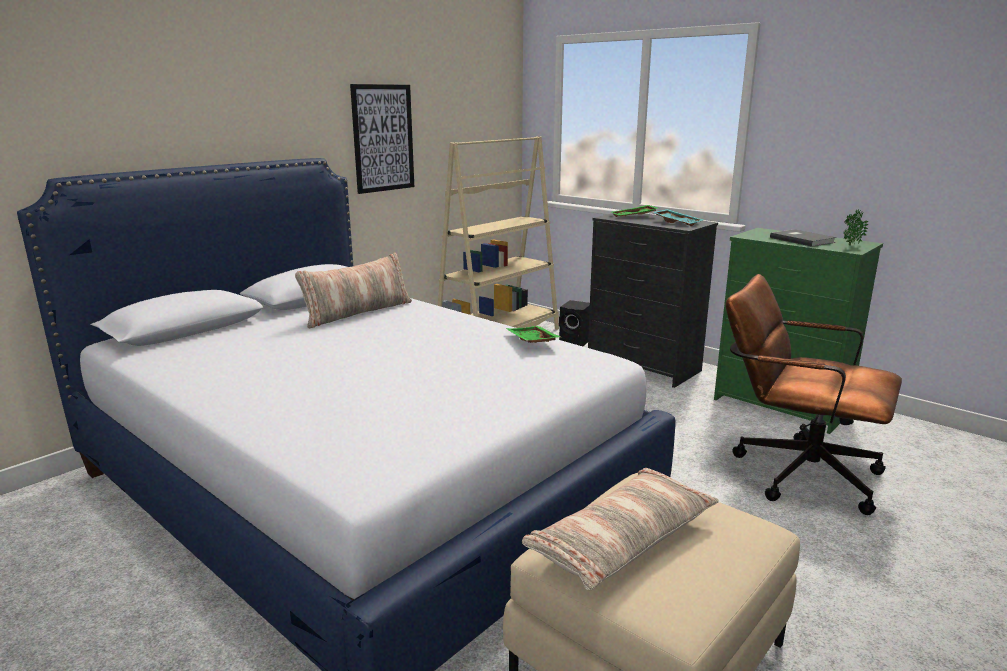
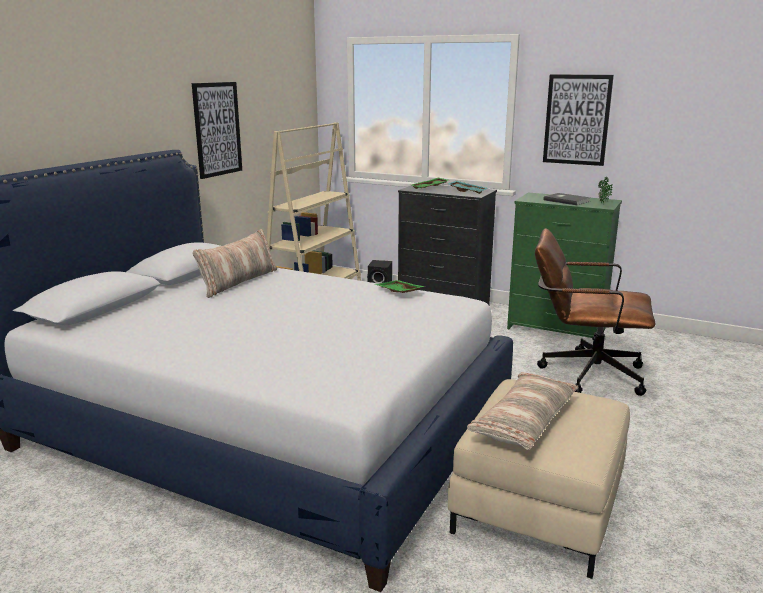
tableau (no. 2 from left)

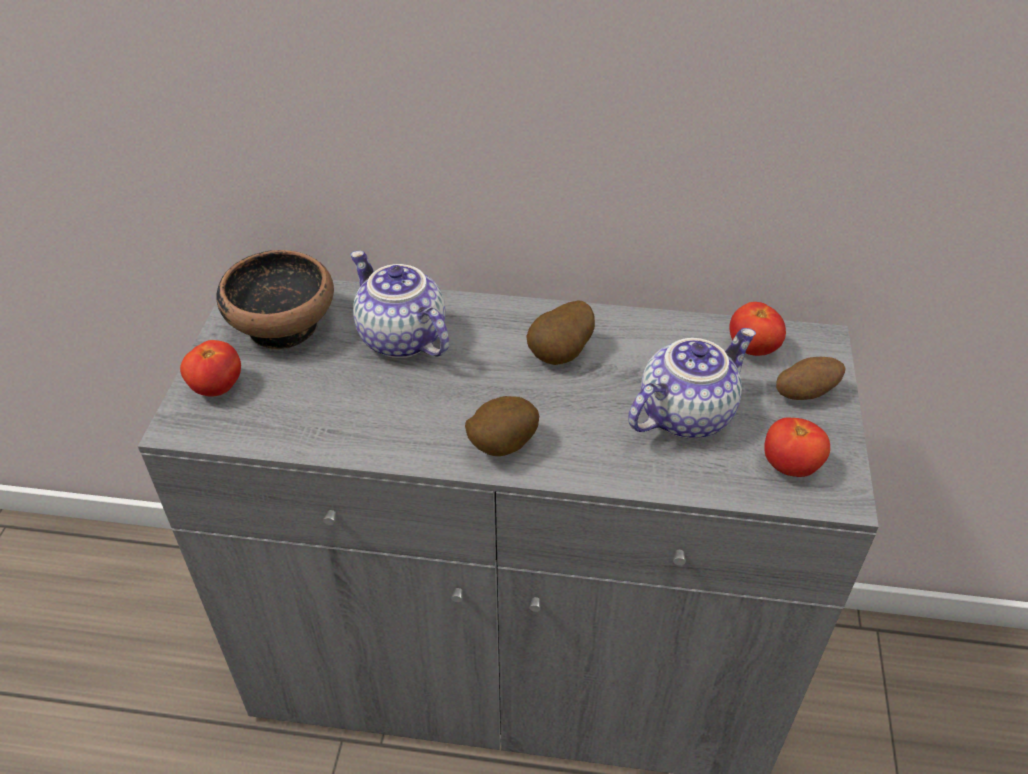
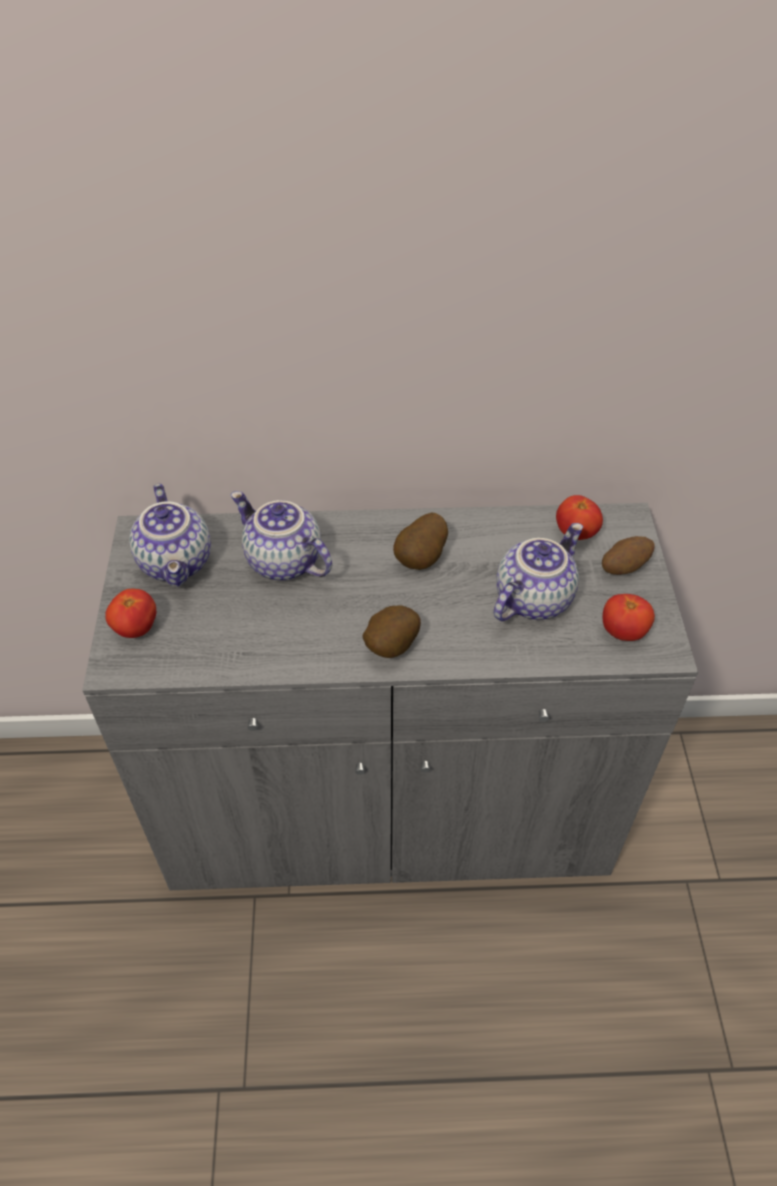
théière (no. 1 from left)

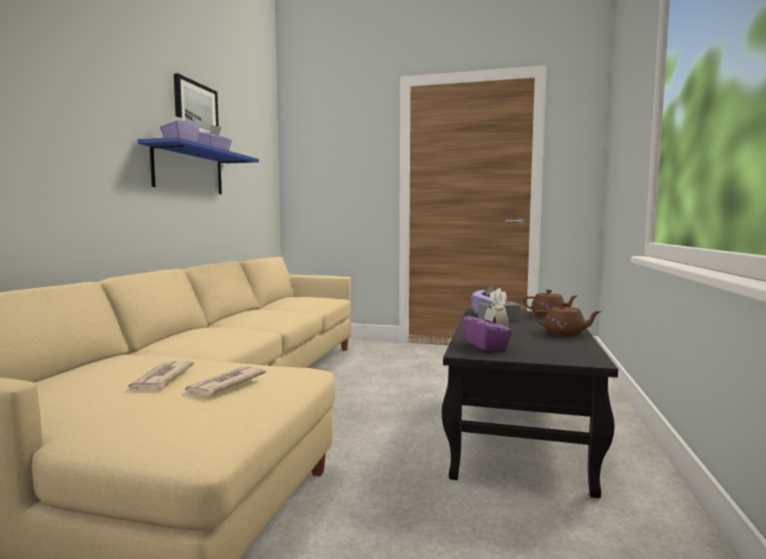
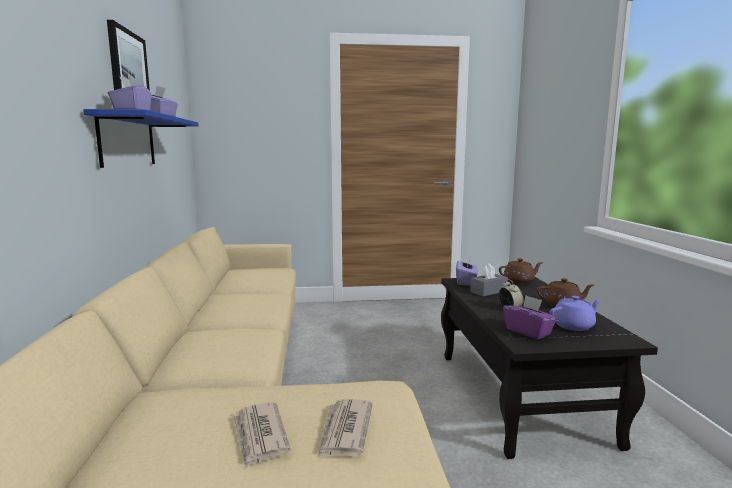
théière [violet]

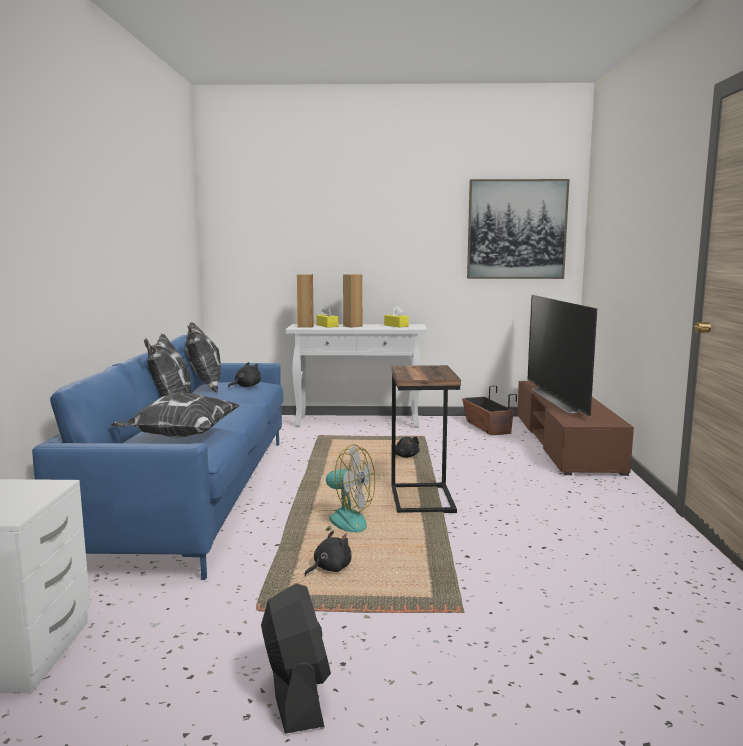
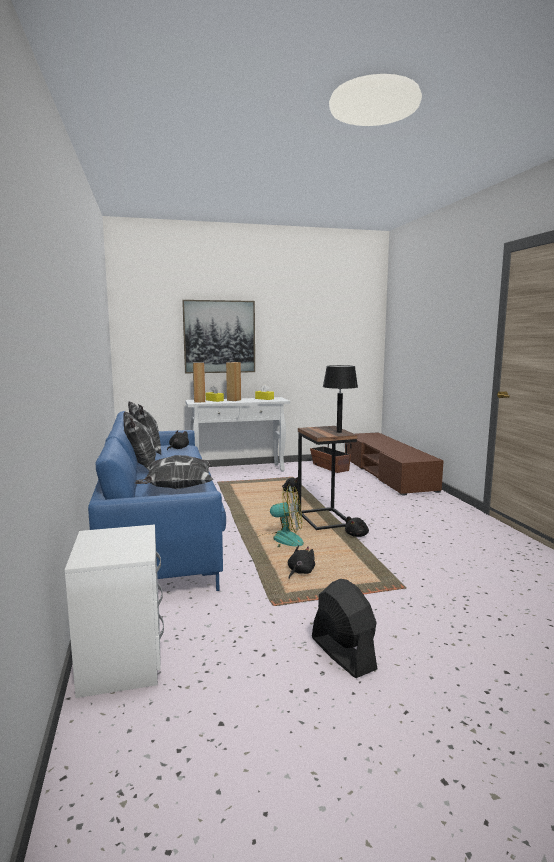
tableau; téléviseur; lampe de table [noir]; peluche [noir] (no. 4 from left)

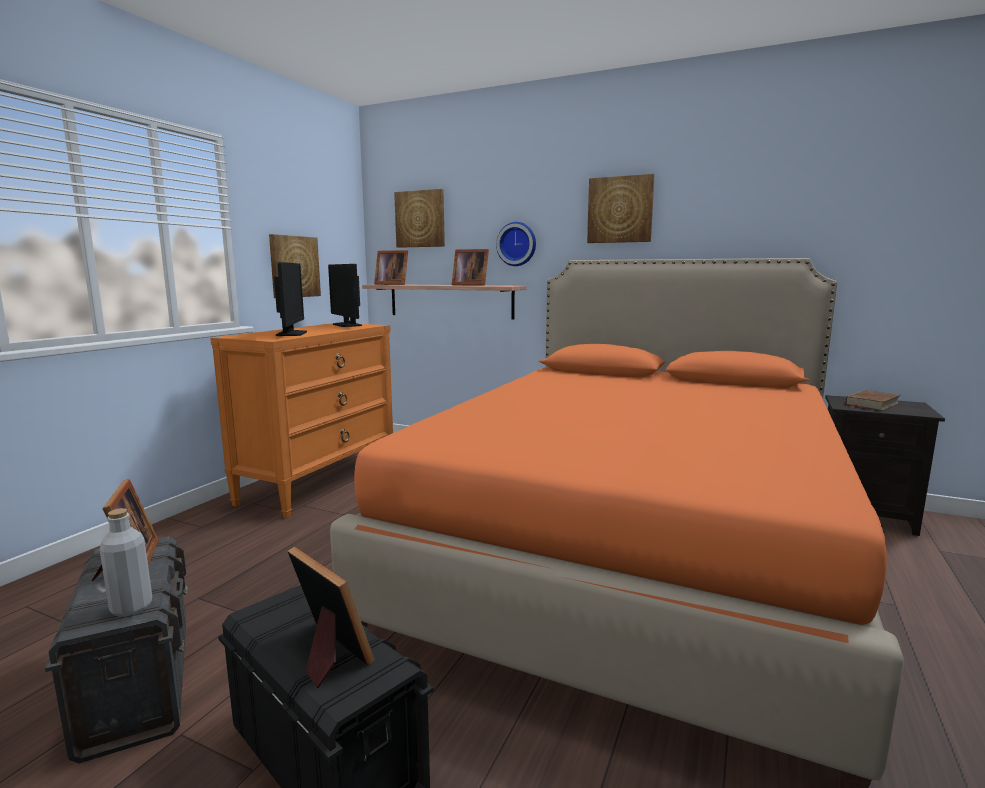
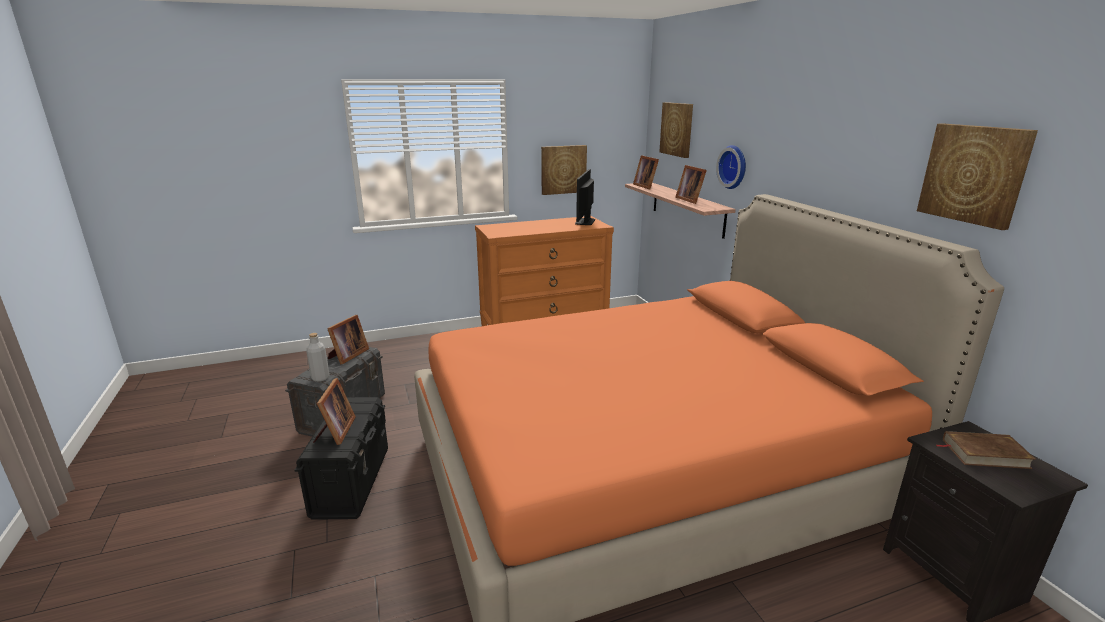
écran d'ordinateur (no. 1 from left in the first image); tableau (no. 3 from left)

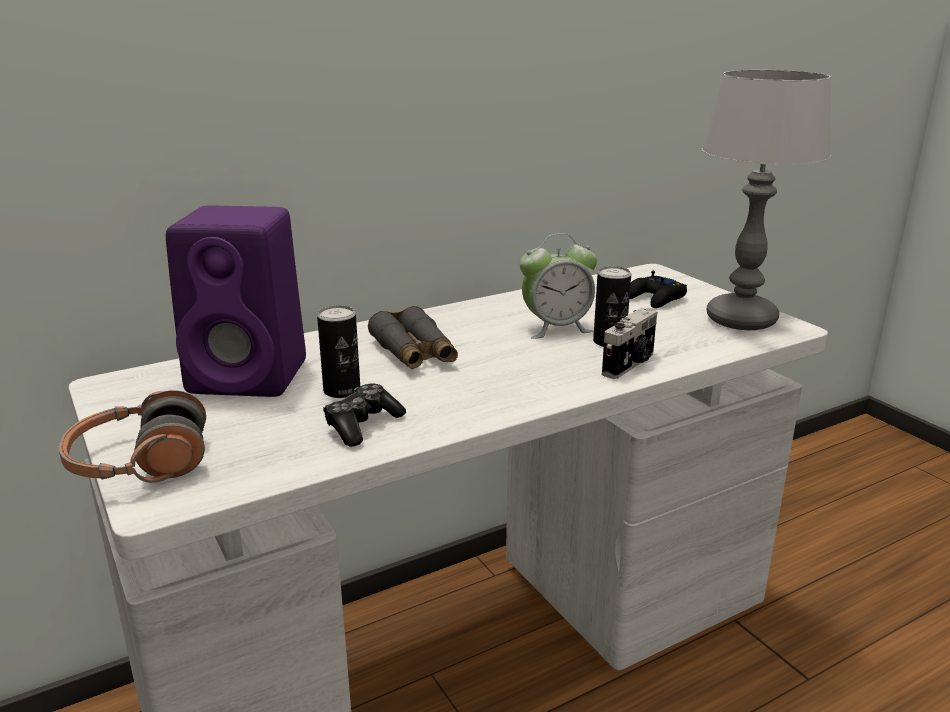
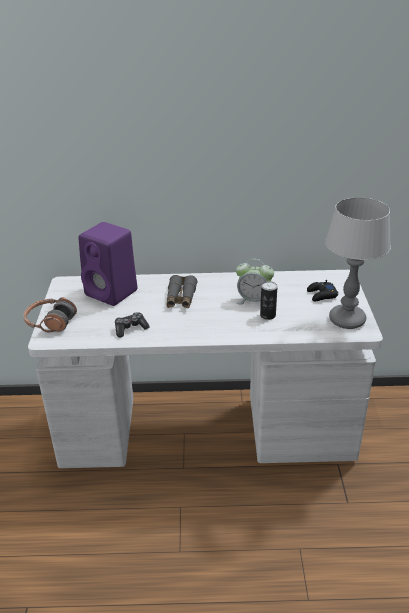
boîte métallique (no. 1 from left in the first image); appareil photo

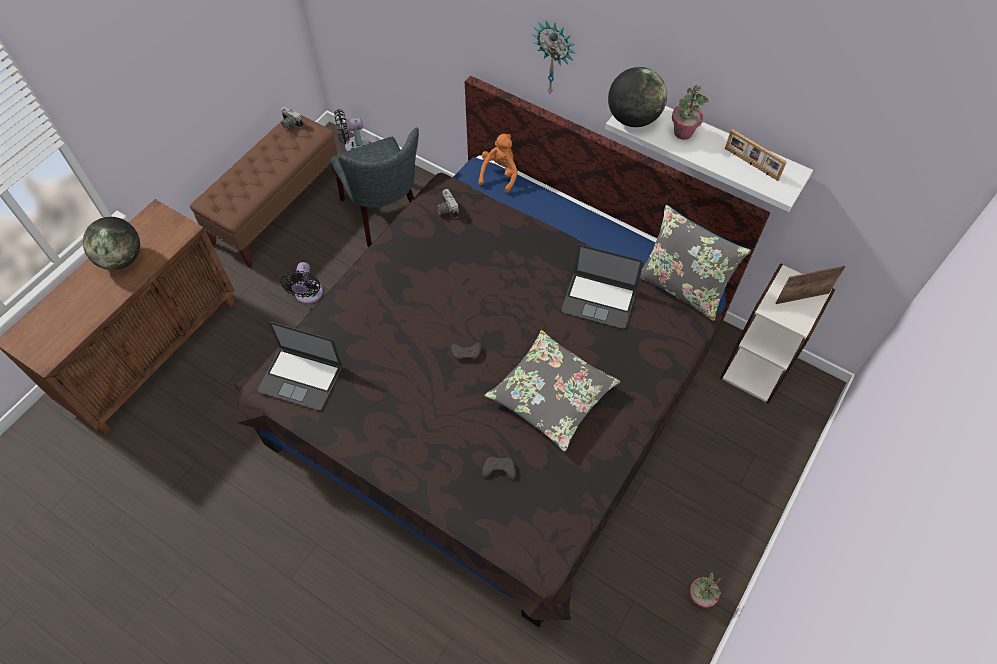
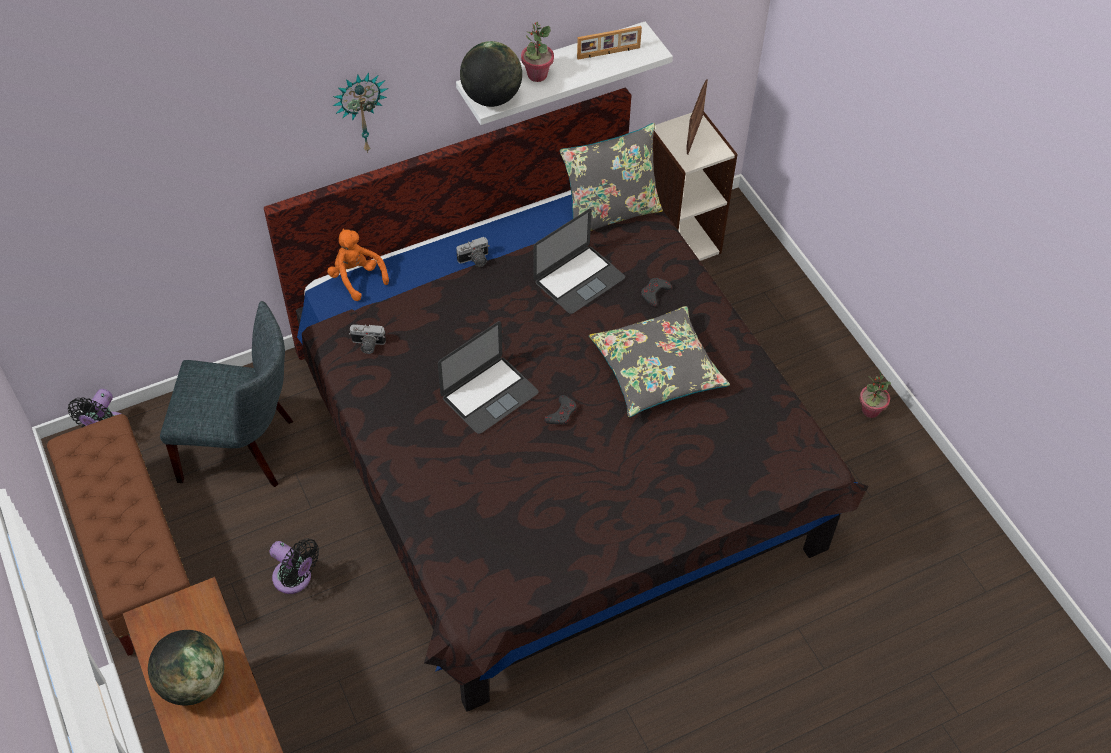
ordinateur portable (no. 1 from left); appareil photo (no. 2 from left); manette [gris] (no. 2 from left)

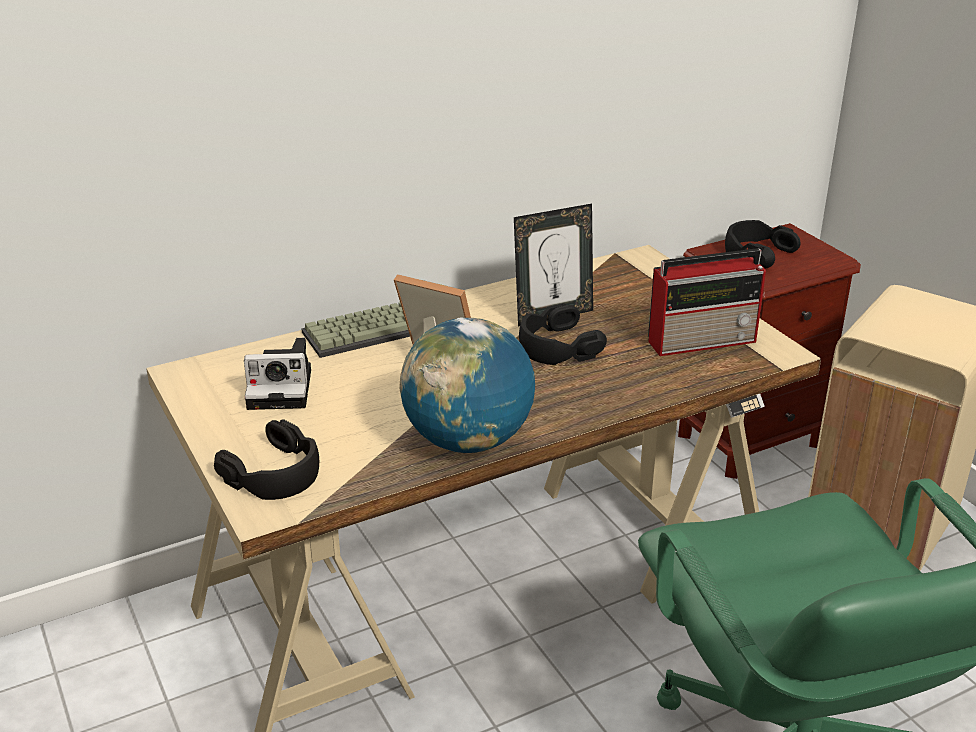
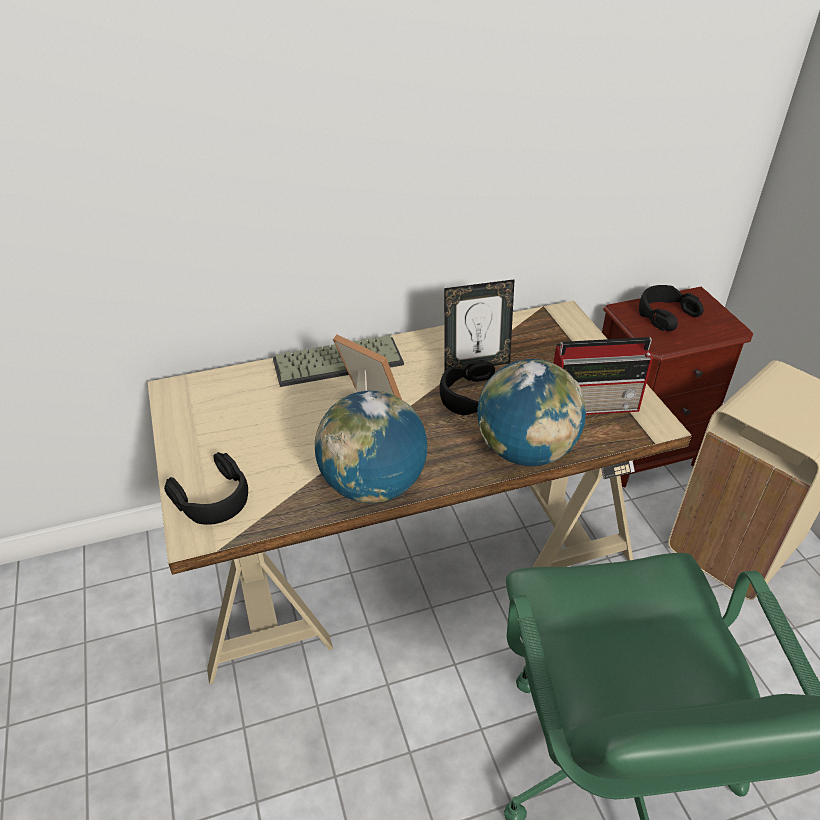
appareil photo; globe (no. 2 from left)

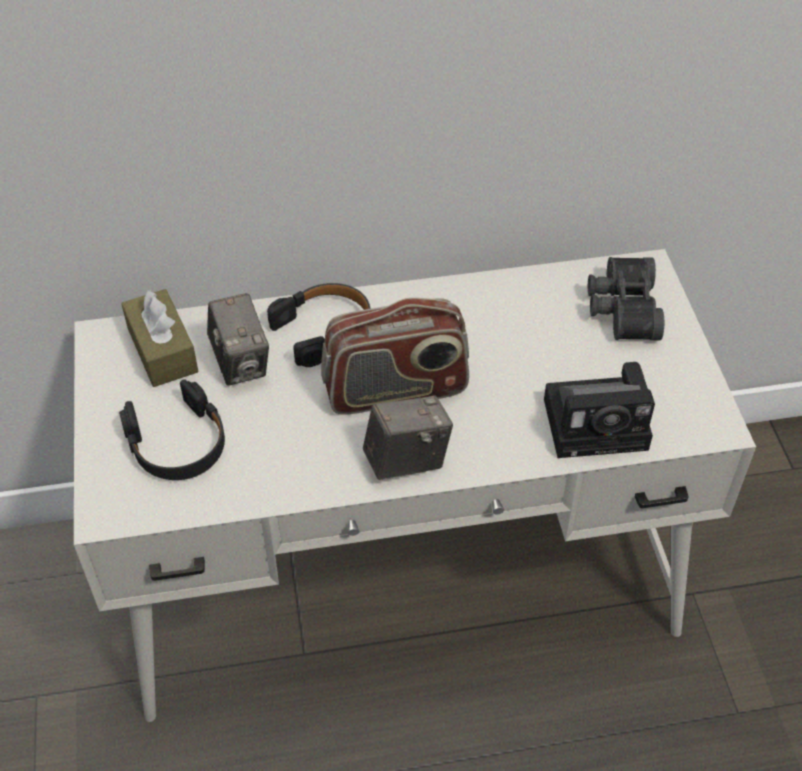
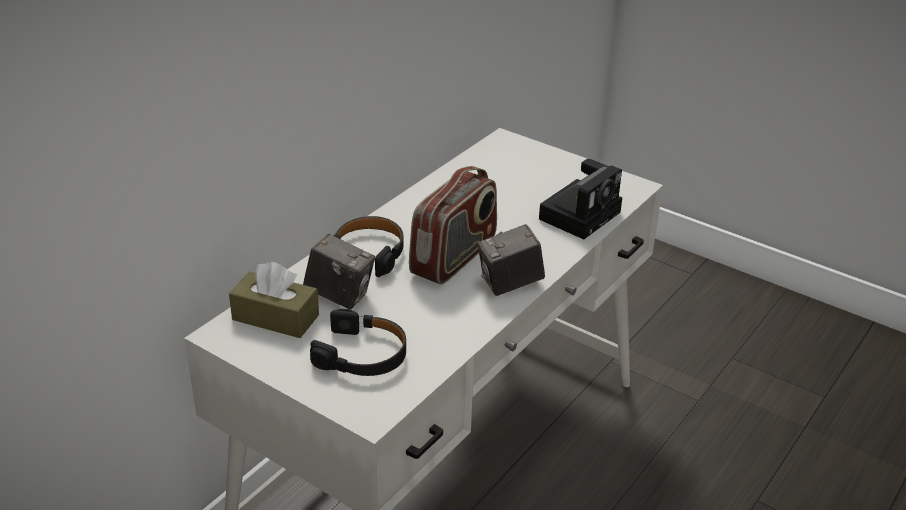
appareil photo (no. 2 from left); jumelles [noir]

